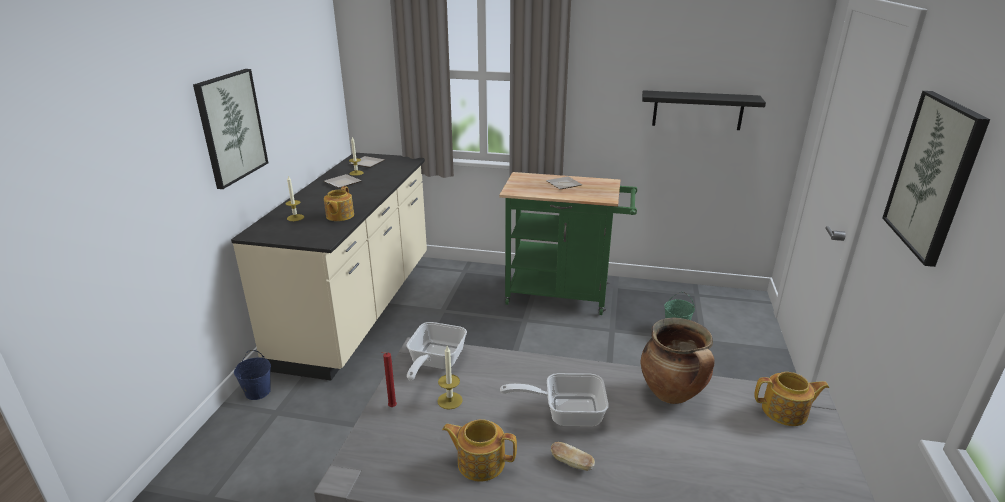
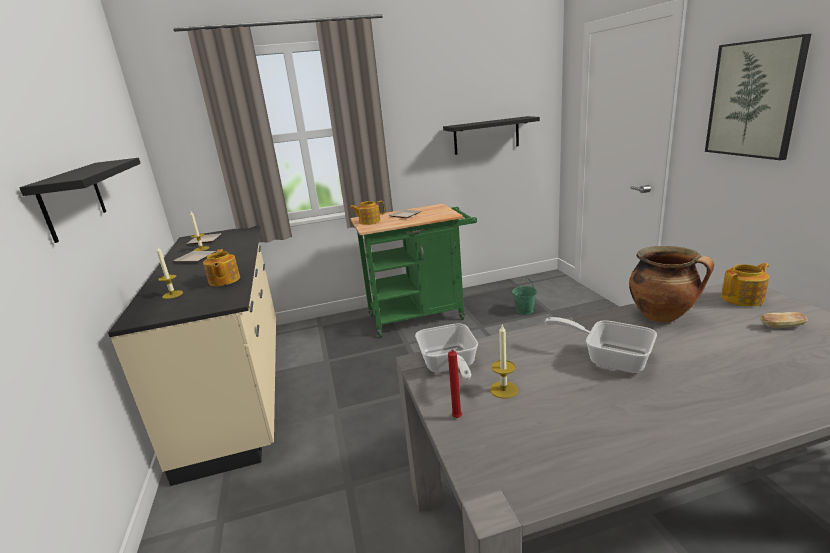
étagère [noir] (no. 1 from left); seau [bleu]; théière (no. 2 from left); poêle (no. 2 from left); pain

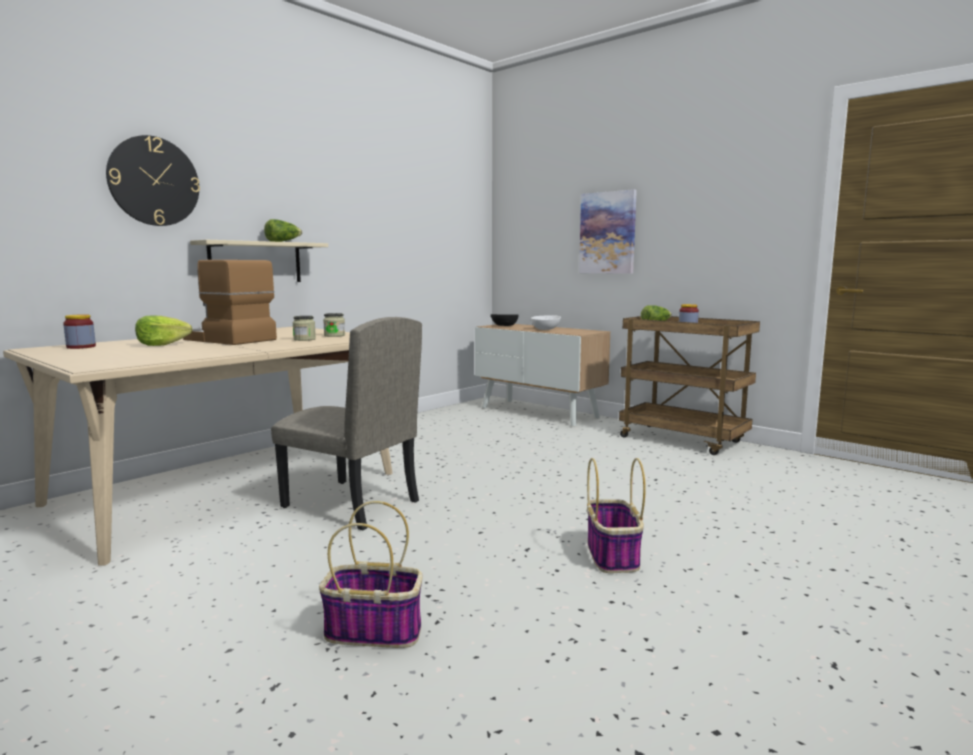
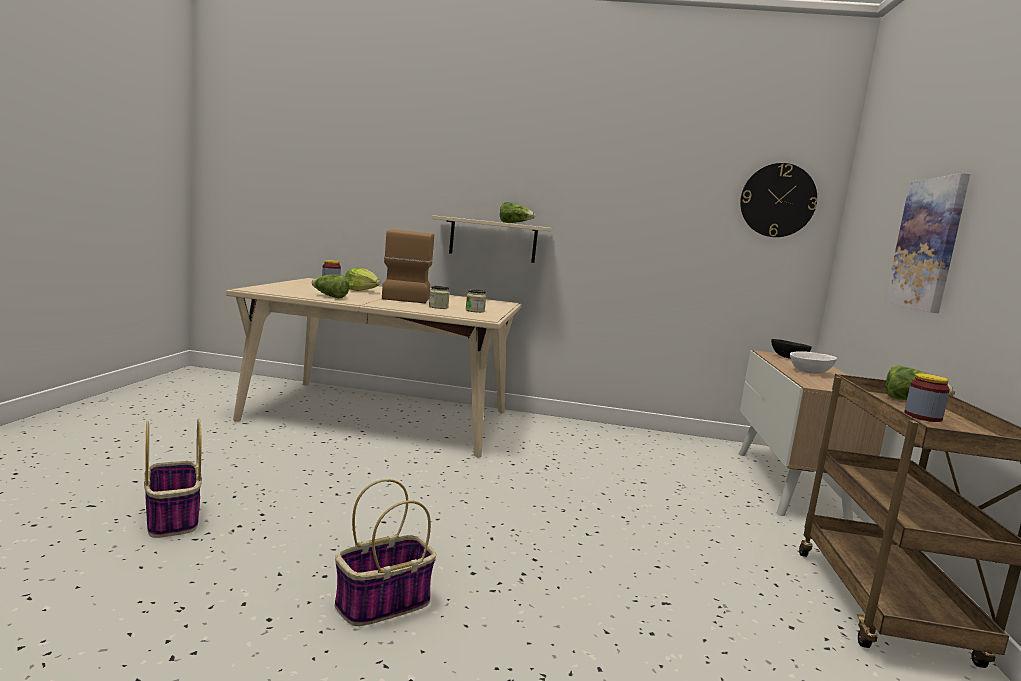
horloge murale; chaise [beige]; laitue (no. 1 from left)

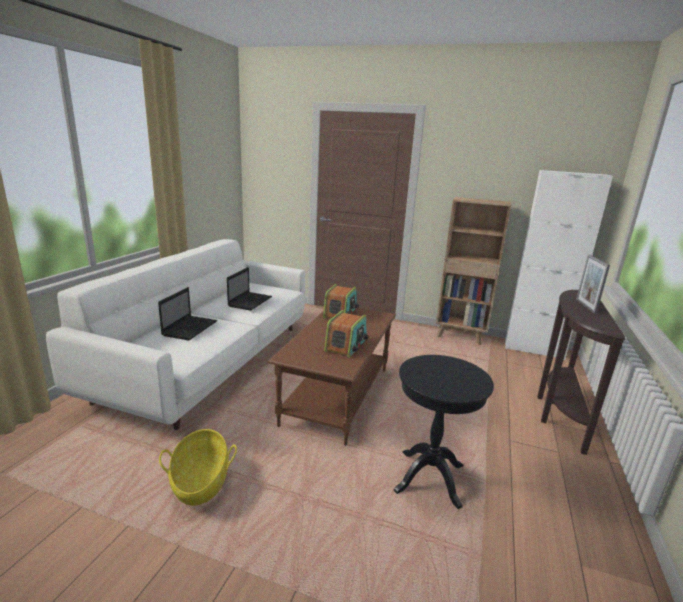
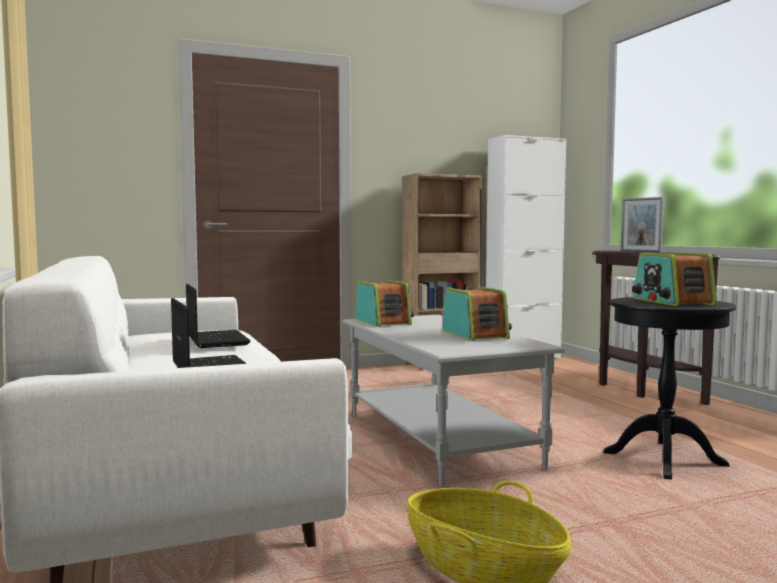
table basse [gris]; radio (no. 3 from left)

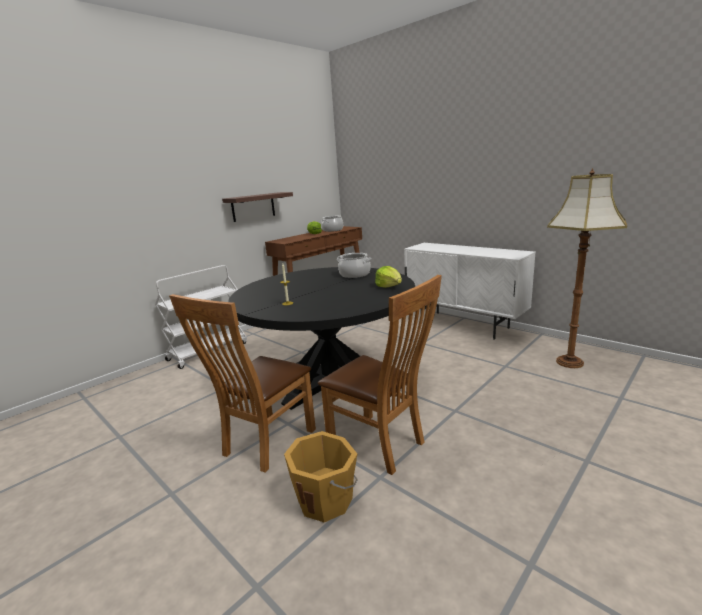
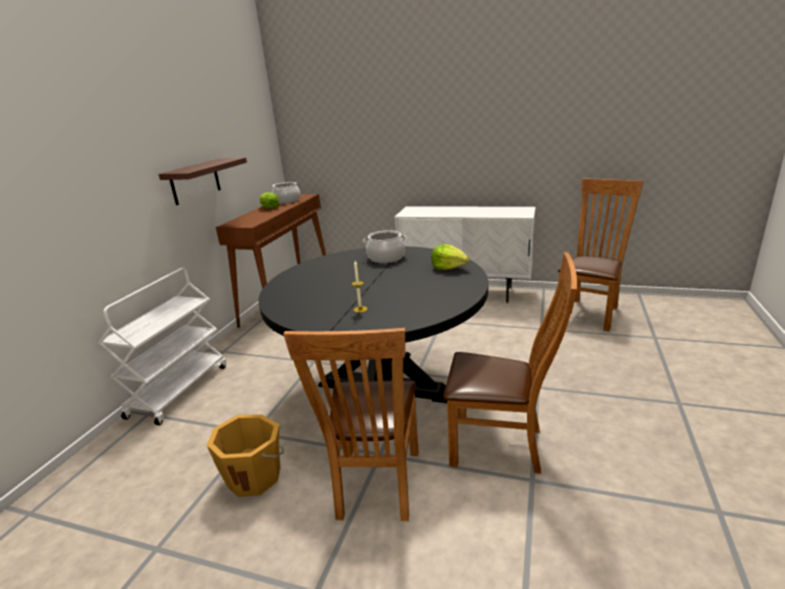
seau [orange]; chaise [marron] (no. 3 from left)

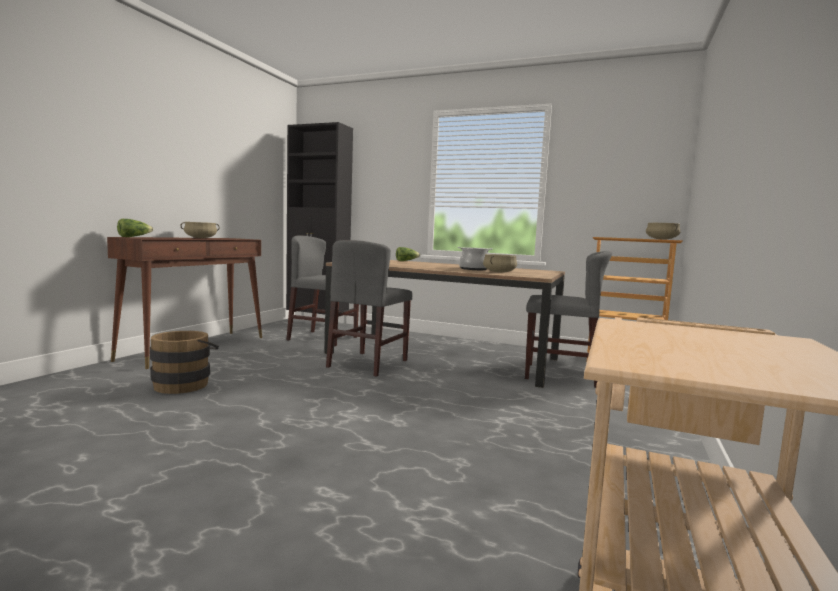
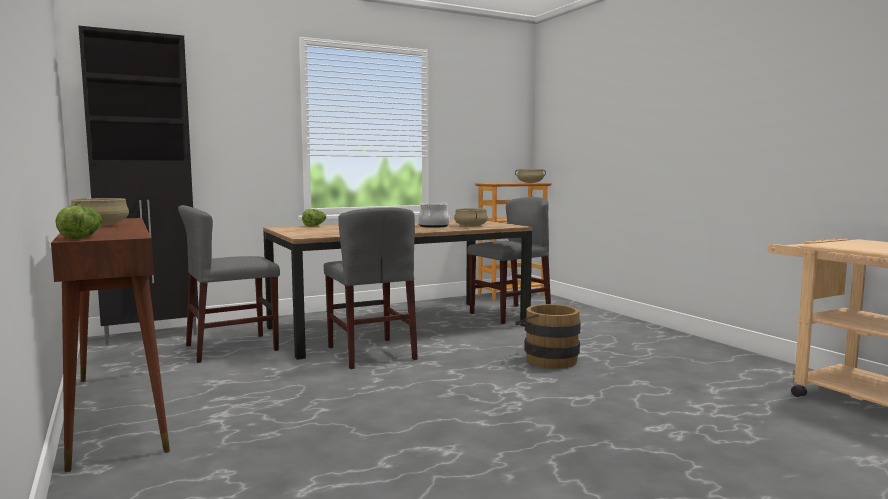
seau [marron]

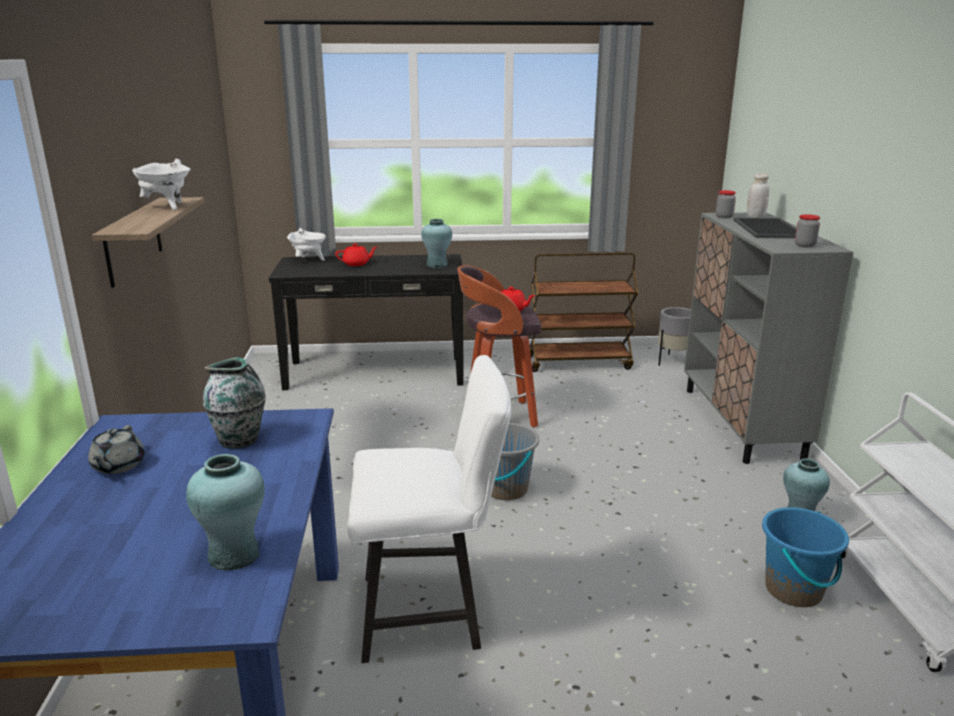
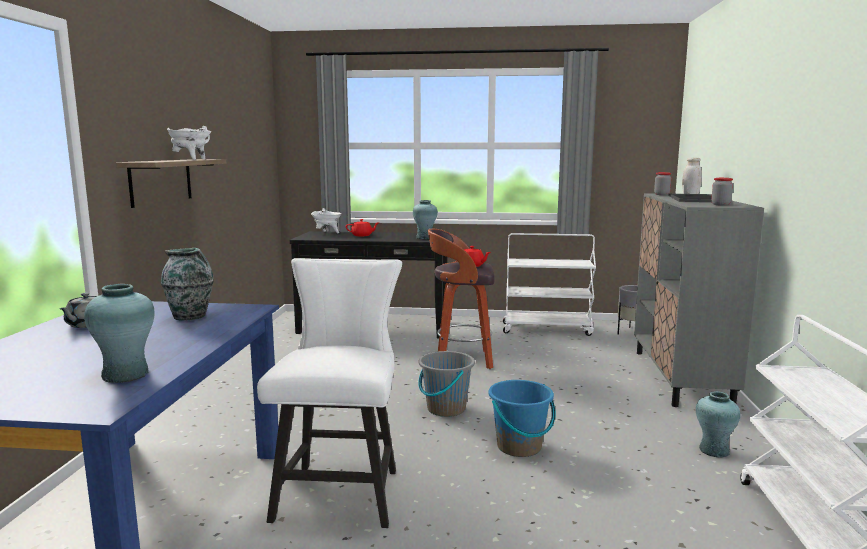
chaise [blanc]; chariot [blanc] (no. 1 from left); seau [bleu]

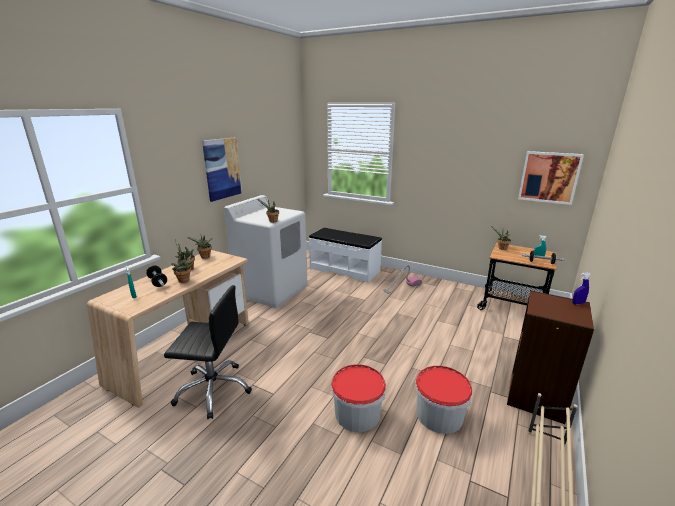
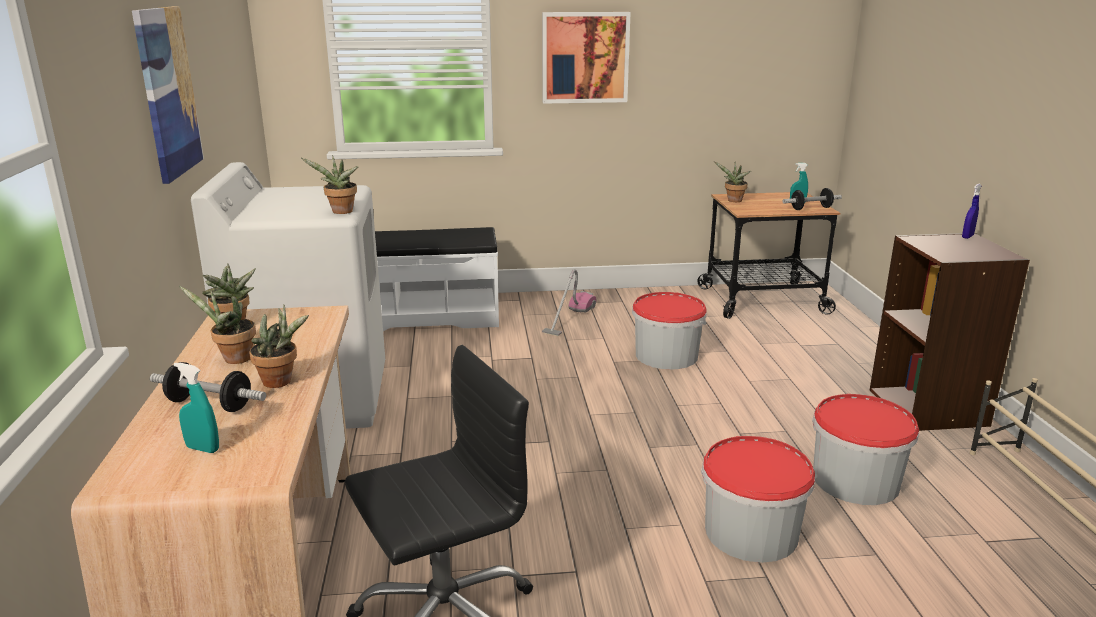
tableau (no. 2 from left); seau (no. 1 from left)

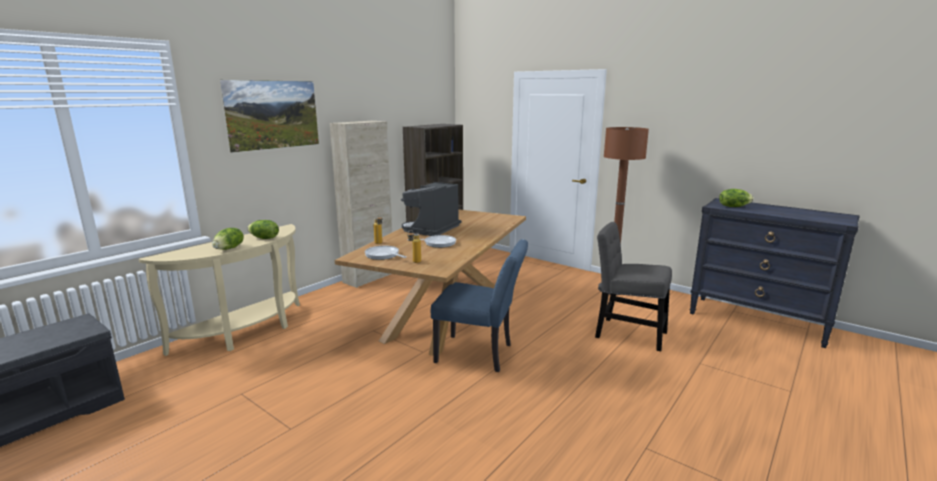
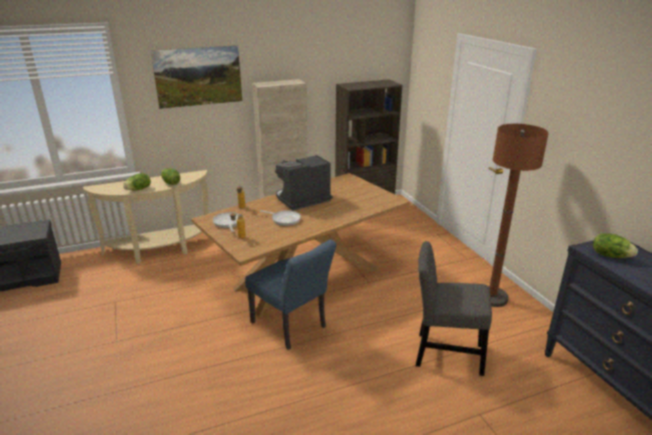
chaise [gris]

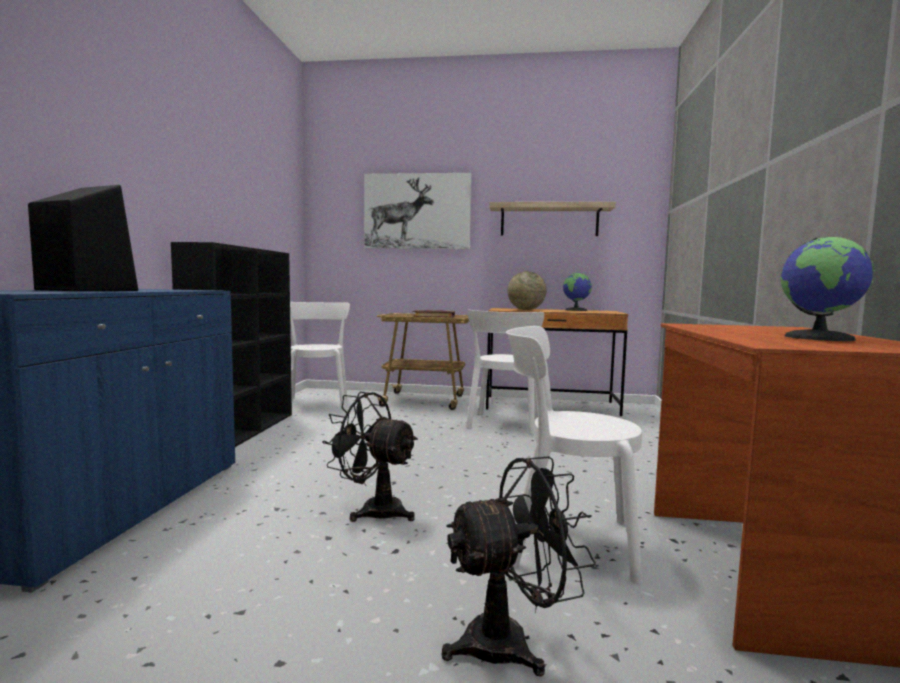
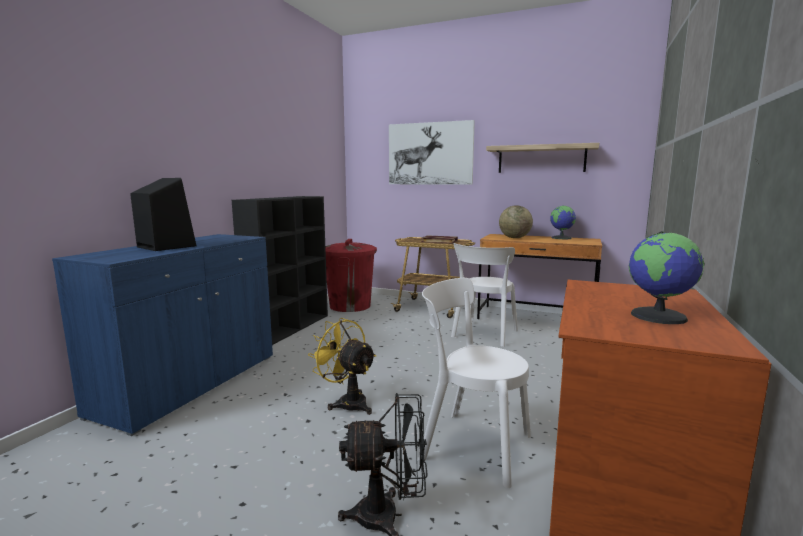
poubelle [rouge]; ventilateur [jaune]

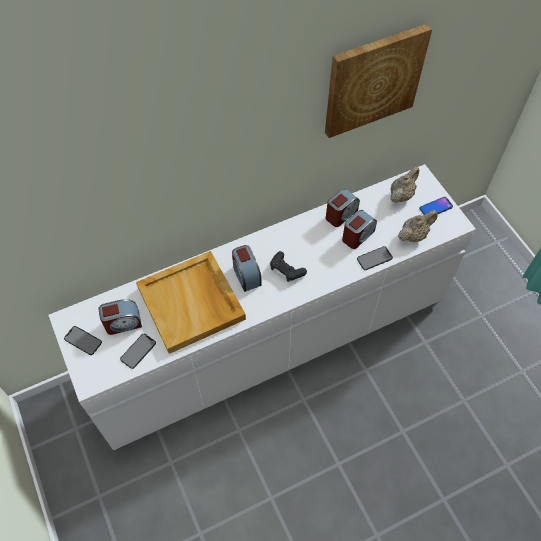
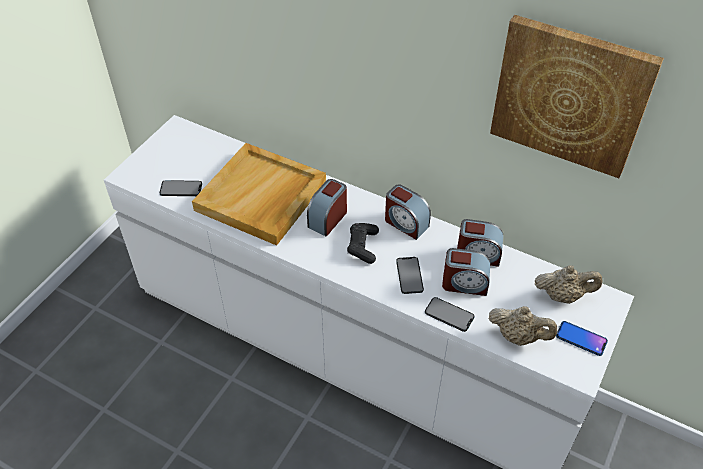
téléphone (no. 2 from left); réveil (no. 2 from left)

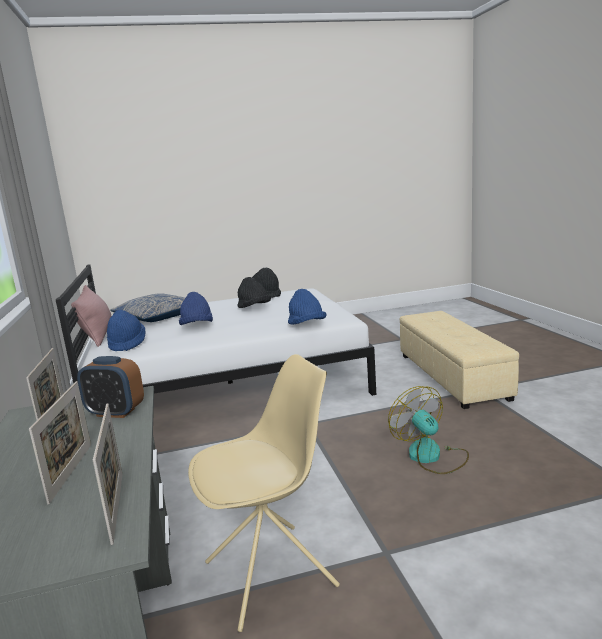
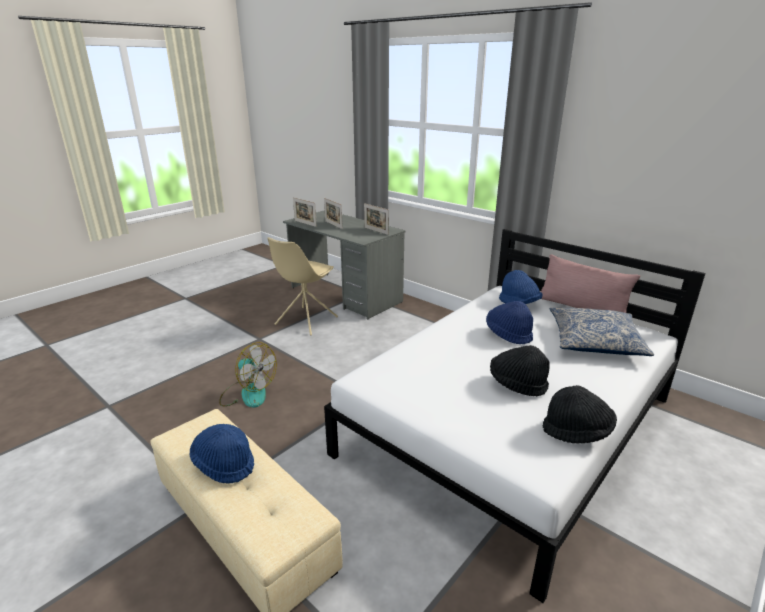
réveil; chapeau [bleu] (no. 1 from left)

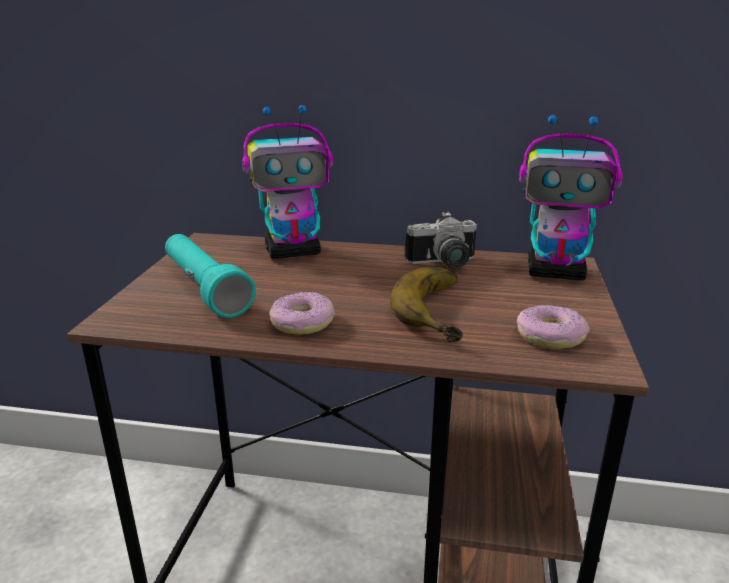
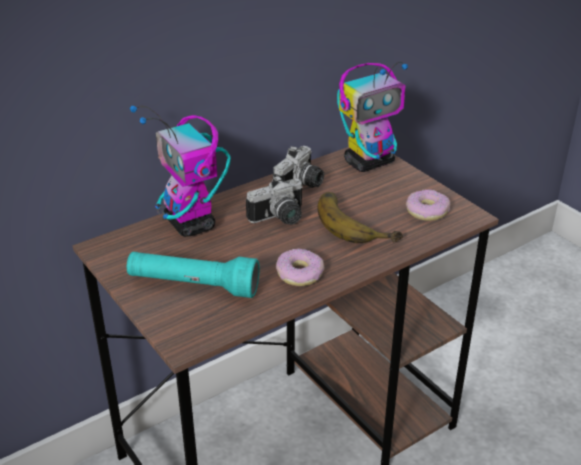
robot jouet (no. 1 from left); appareil photo (no. 1 from left)

